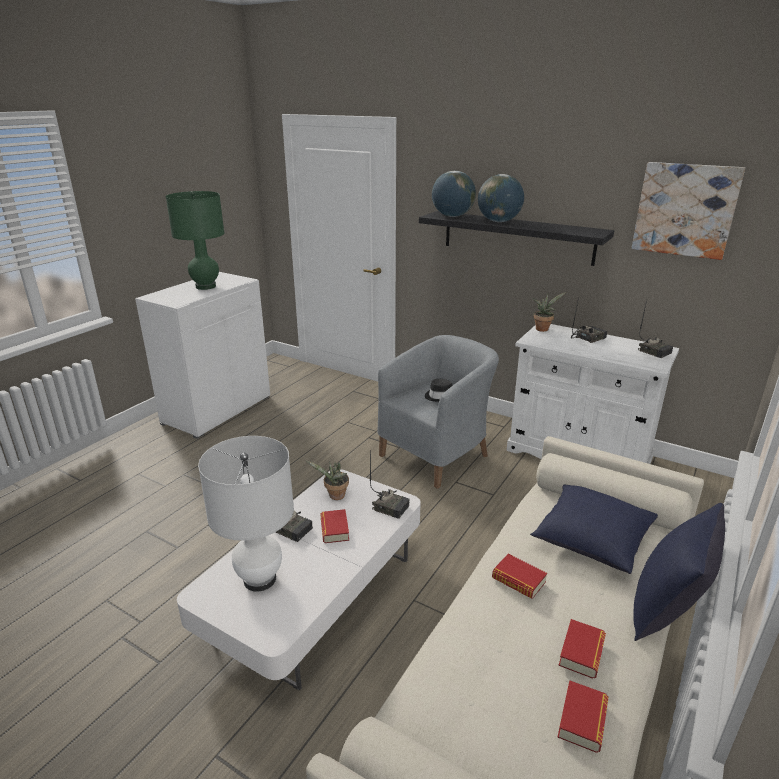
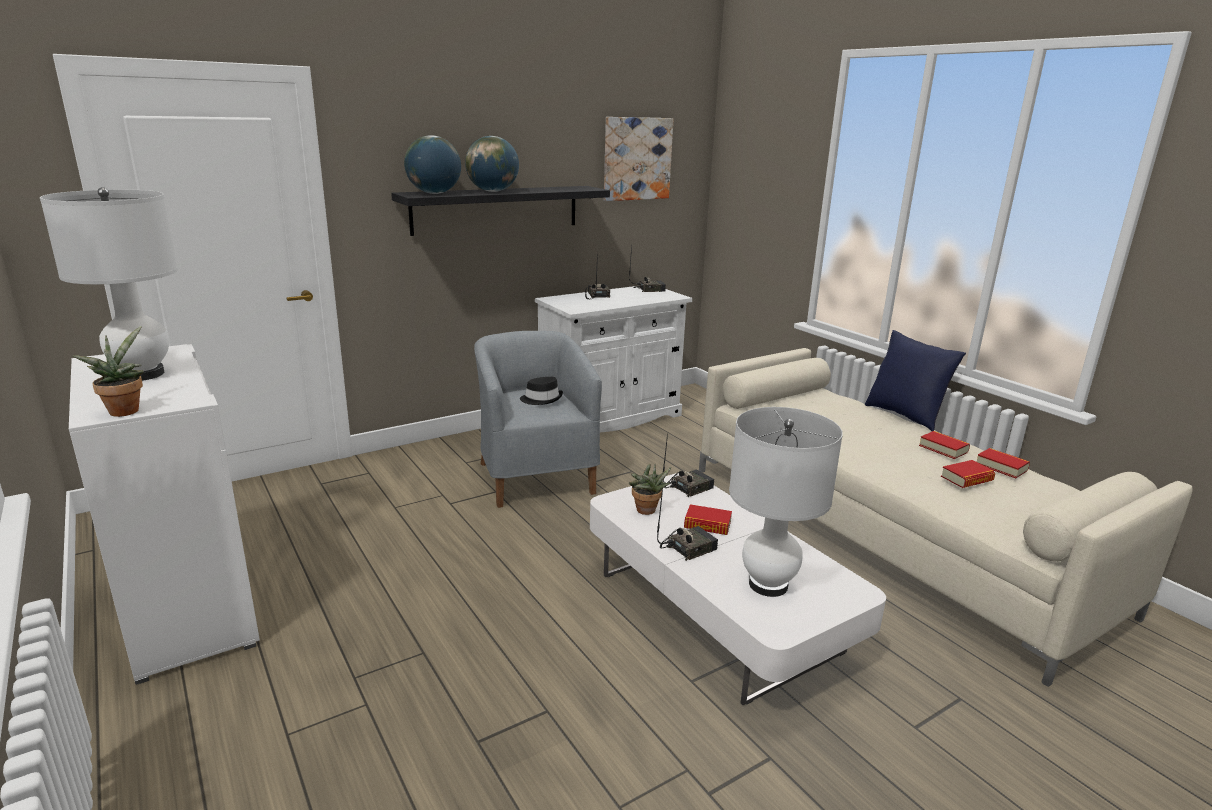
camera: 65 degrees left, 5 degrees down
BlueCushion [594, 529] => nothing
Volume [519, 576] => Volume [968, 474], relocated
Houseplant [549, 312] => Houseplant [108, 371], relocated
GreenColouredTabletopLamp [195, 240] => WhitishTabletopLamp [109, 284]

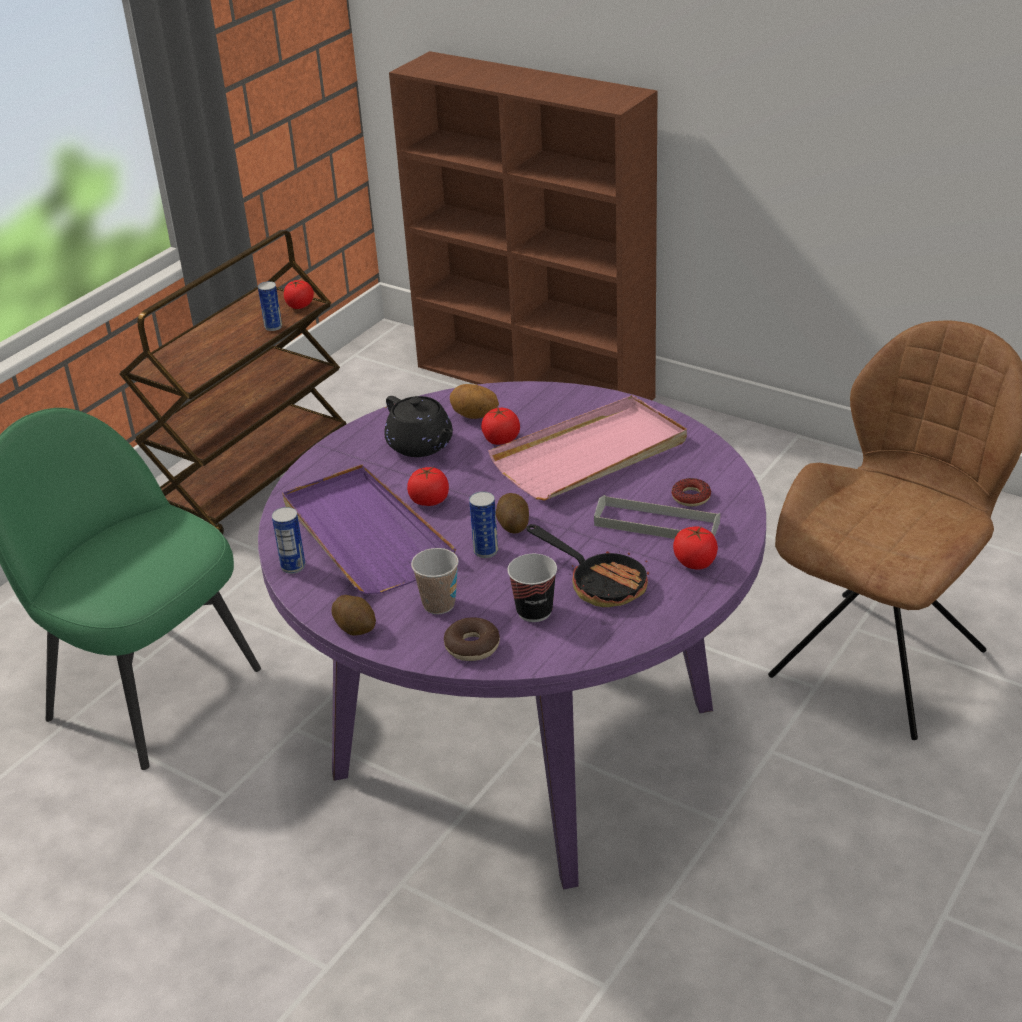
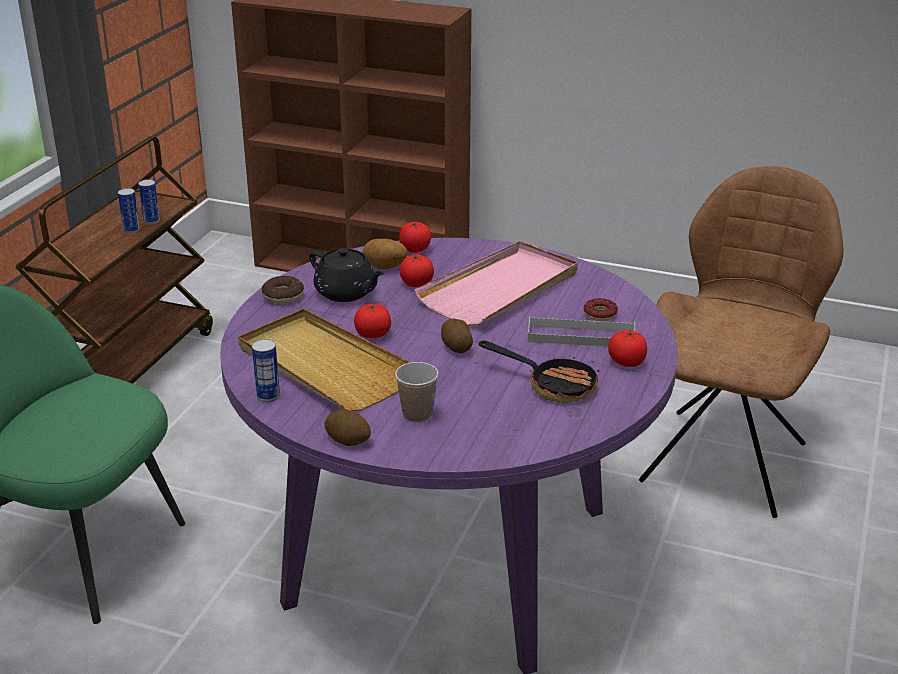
camera: 15 degrees left, 5 degrees down
DrinkingCup [532, 588] => nothing
WholeTomato [299, 294] => WholeTomato [415, 237], relocated
RingDoughnut [472, 639] => RingDoughnut [283, 290], relocated
SealedCan [483, 524] => SealedCan [129, 211], relocated
PurplishServingTray [369, 529] => BeigeServingTray [324, 360]

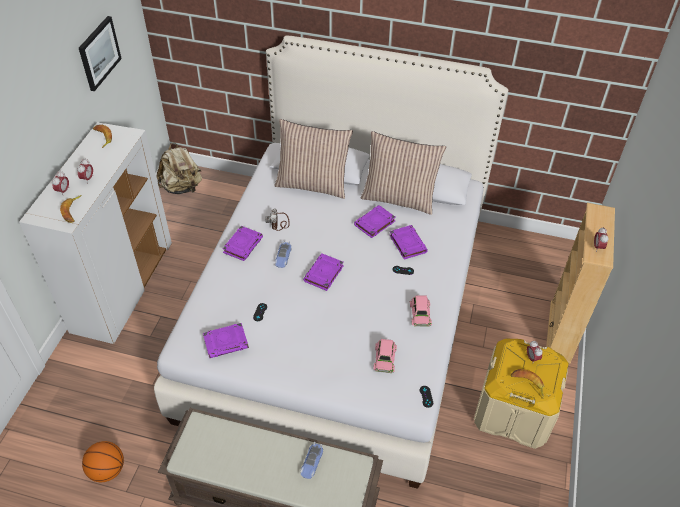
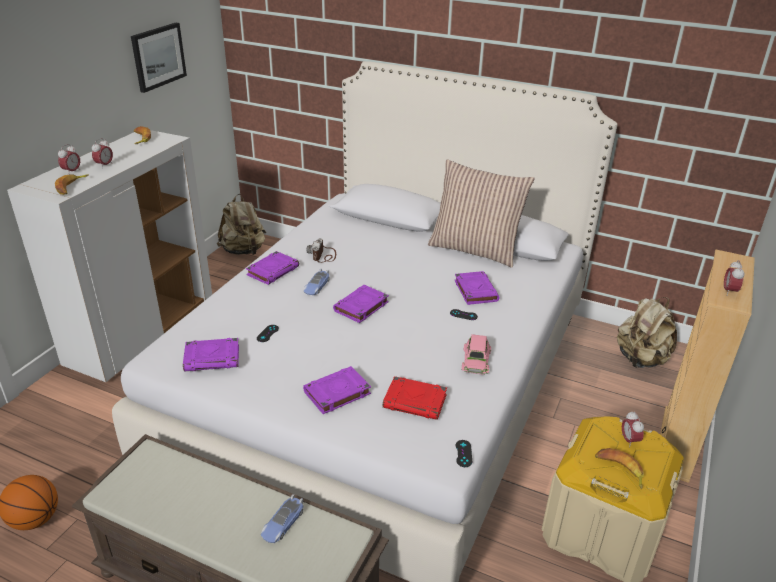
camera: 10 degrees right, 15 degrees down
Cushion [314, 159] => nothing
nothing => BeigeKnapsack [647, 332]
PurplishVolume [375, 221] => PurplishVolume [337, 390], relocated
PinkishModelCar [385, 356] => RedColouredVolume [415, 398]

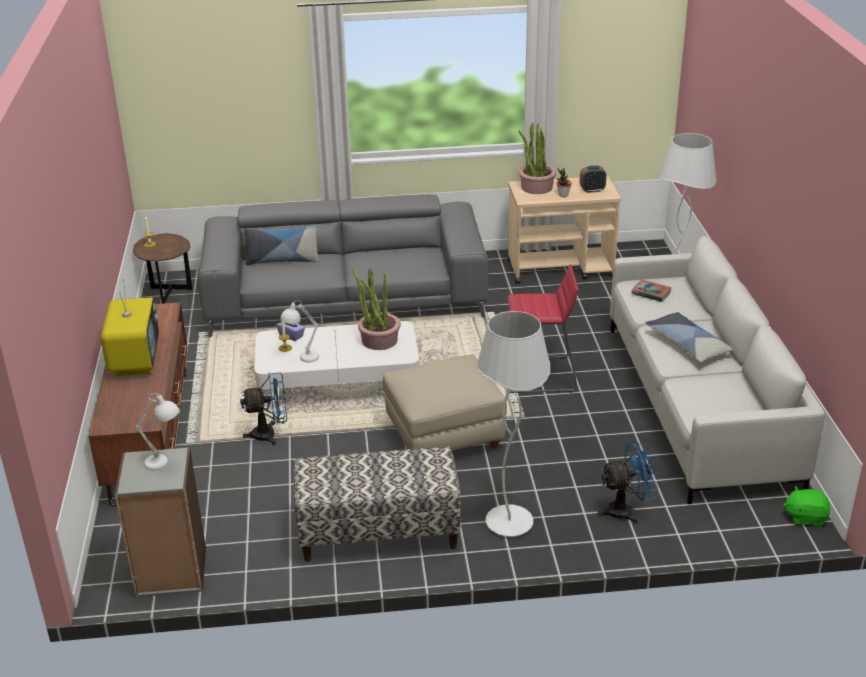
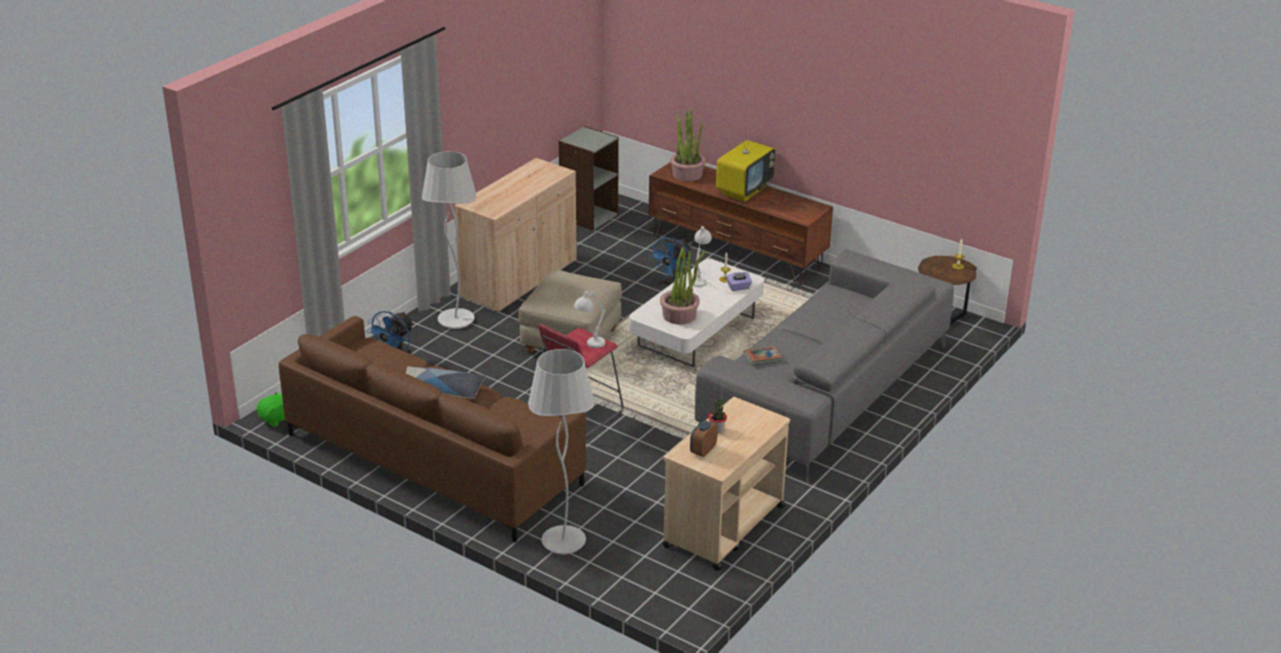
camera: 130 degrees right, 0 degrees up
Cushion [281, 245] => nothing
WhitishTabletopLamp [157, 432] => WhitishTabletopLamp [589, 318], relocated
Houseplant [537, 158] => Houseplant [688, 144], relocated
Volume [652, 291] => Volume [763, 356], relocated
IndoorBench [377, 504] => BeigeCupboard [515, 235]
GraySofa [717, 370] => BrownColouredSofa [432, 429]
TvSet [129, 327] => TvSet [745, 163], 90 degrees counterclockwise

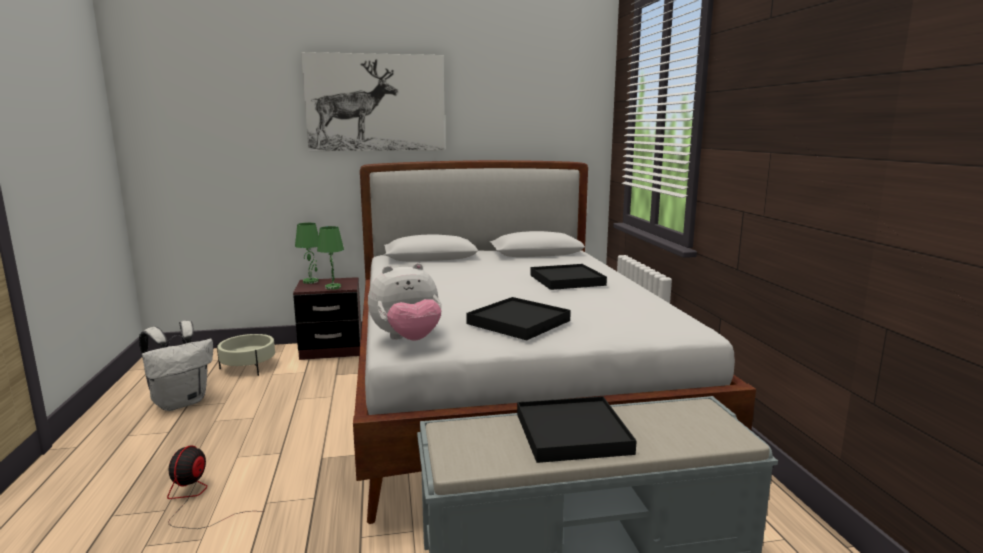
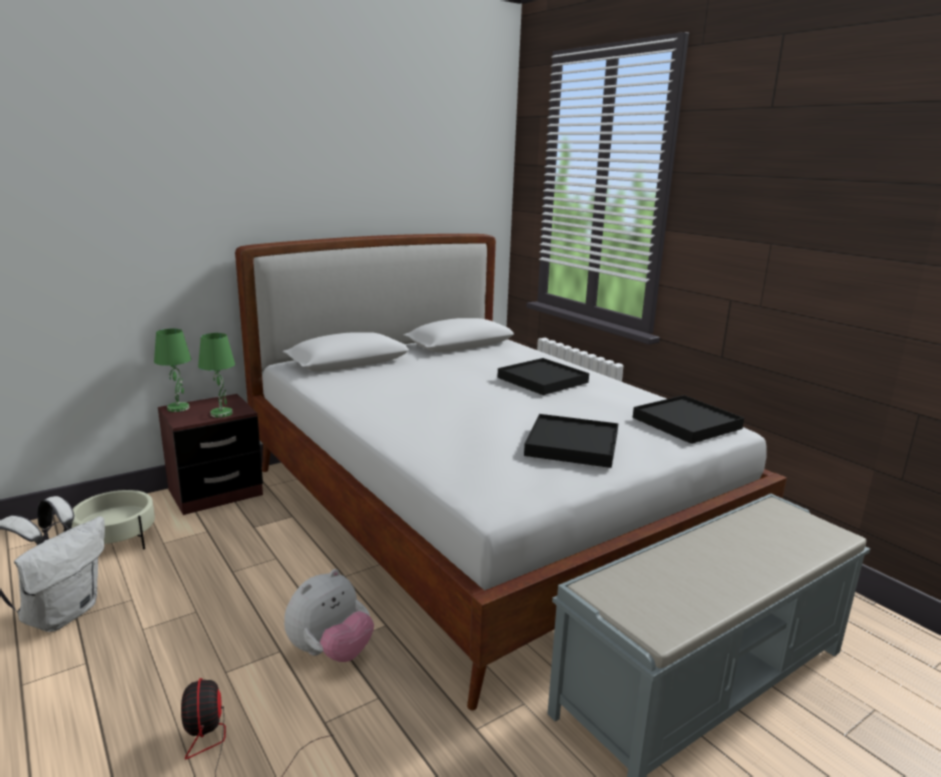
camera: 25 degrees left, 5 degrees up
WallPicture [373, 101] => nothing
CuddlyToy [405, 301] => CuddlyToy [329, 615], relocated
BlackServingTray [577, 429] => BlackServingTray [688, 419], relocated

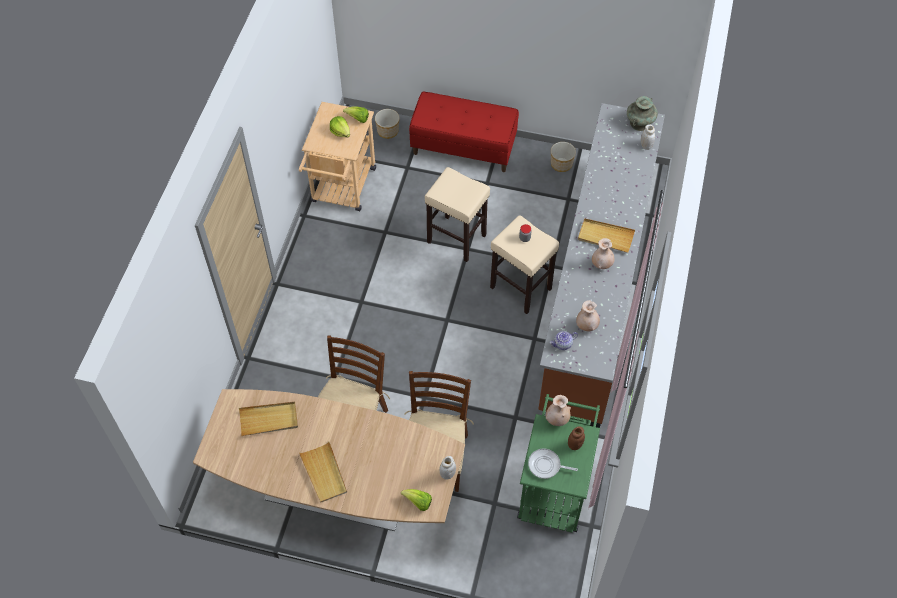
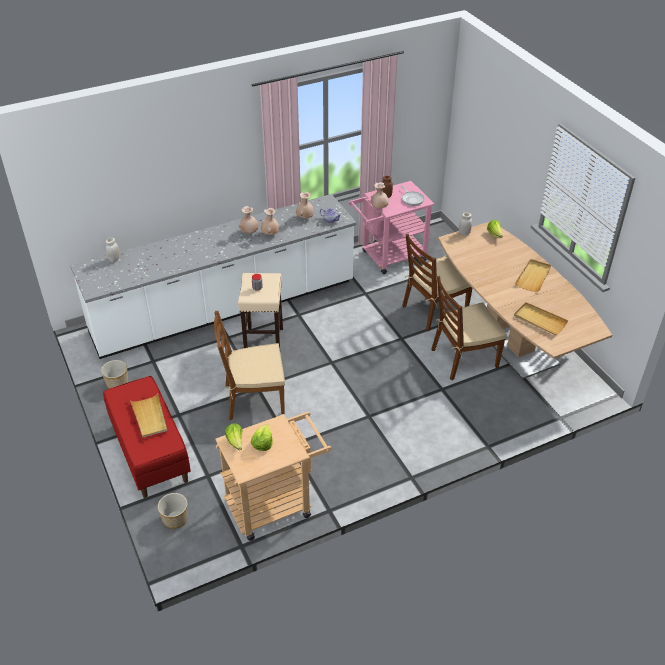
camera: 130 degrees left, 15 degrees down
TurquoiseDecorativeVase [642, 113] => nothing
nothing => BeigeDecorativeVase [270, 221]
BeigeServingTray [606, 235] => BeigeServingTray [148, 415], relocated
BeigeStool [457, 214] => BrownColouredPlainChair [249, 365]
GreenColouredTrolley [558, 463] => PinkishTrolley [391, 227]
BrownColouredKitchenCounter [601, 265] => WhitishKitchenCounter [213, 276]

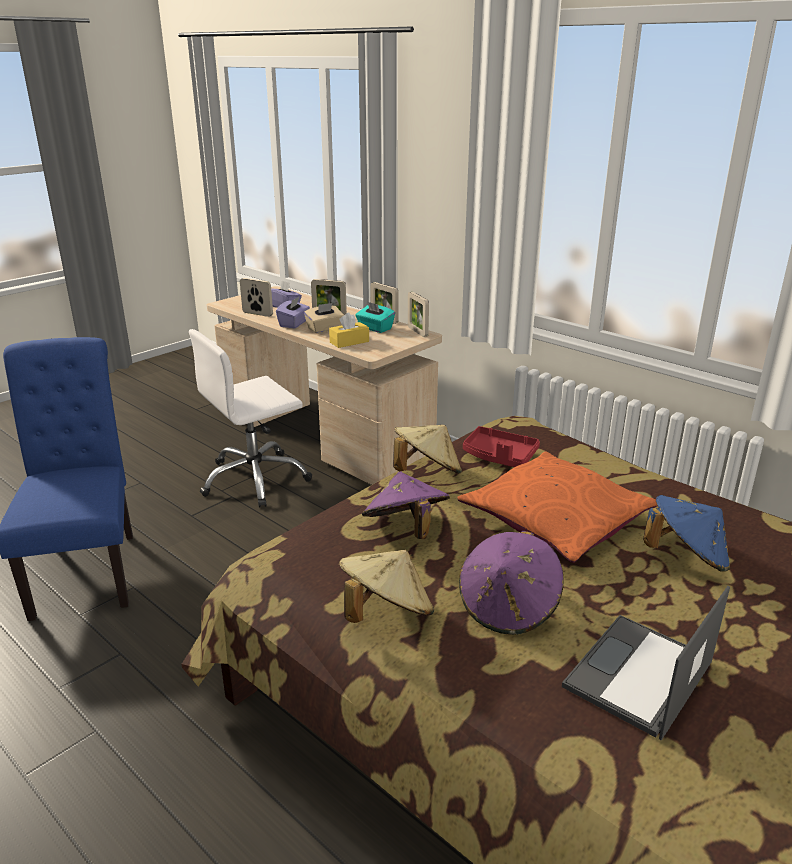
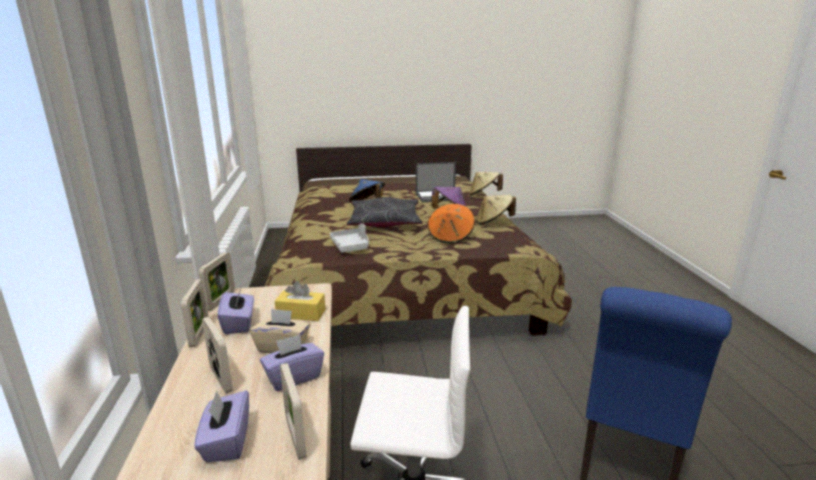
camera: 140 degrees left, 5 degrees down
BeigeWearableHat [427, 449] => BeigeWearableHat [486, 184], relocated
TurquoiseTissueBox [375, 317] => PurplishTissueBox [236, 310]
PurplishWearableHat [406, 505] => OrangeyWearableHat [451, 224]
OrangeyCushion [557, 507] => GrayCushion [385, 212]
RedColouredServingTray [501, 446] => GrayServingTray [349, 238]

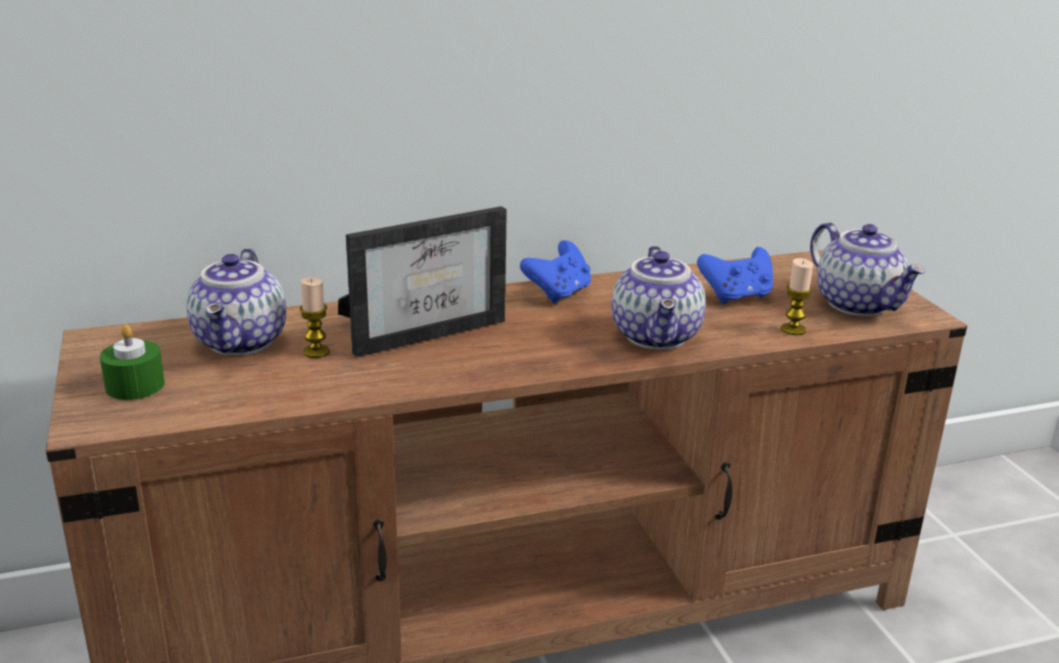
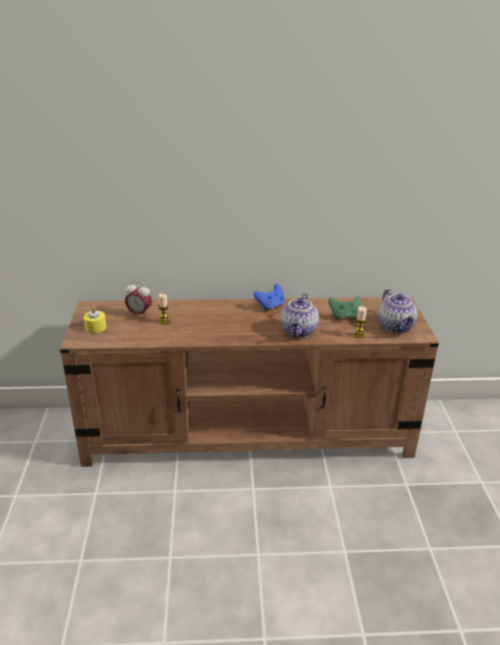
camera: 15 degrees right, 5 degrees up
StandingFrame [422, 281] => nothing
PotForTea [236, 302] => TableClock [138, 299]
GreenColouredCandle [132, 362] => YellowCandle [95, 319]
BlueJoypad [735, 275] => GreenColouredJoypad [345, 308]

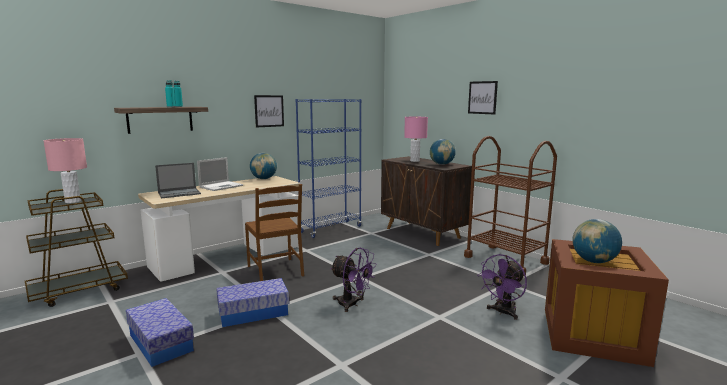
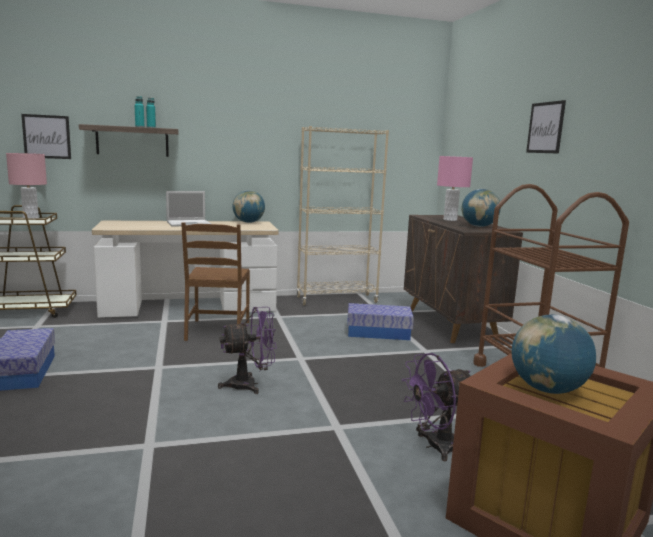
camera: 25 degrees right, 0 degrees up
Laptop [178, 180] => nothing
StorageBin [252, 302] => StorageBin [380, 321], relocated
WallPicture [269, 111] => WallPicture [46, 136], relocated
BlueShelvingUnit [328, 168] => BeigeShelvingUnit [342, 215]
PurplishElectricFan [353, 280] => PurplishElectricFan [247, 350], 75 degrees counterclockwise

